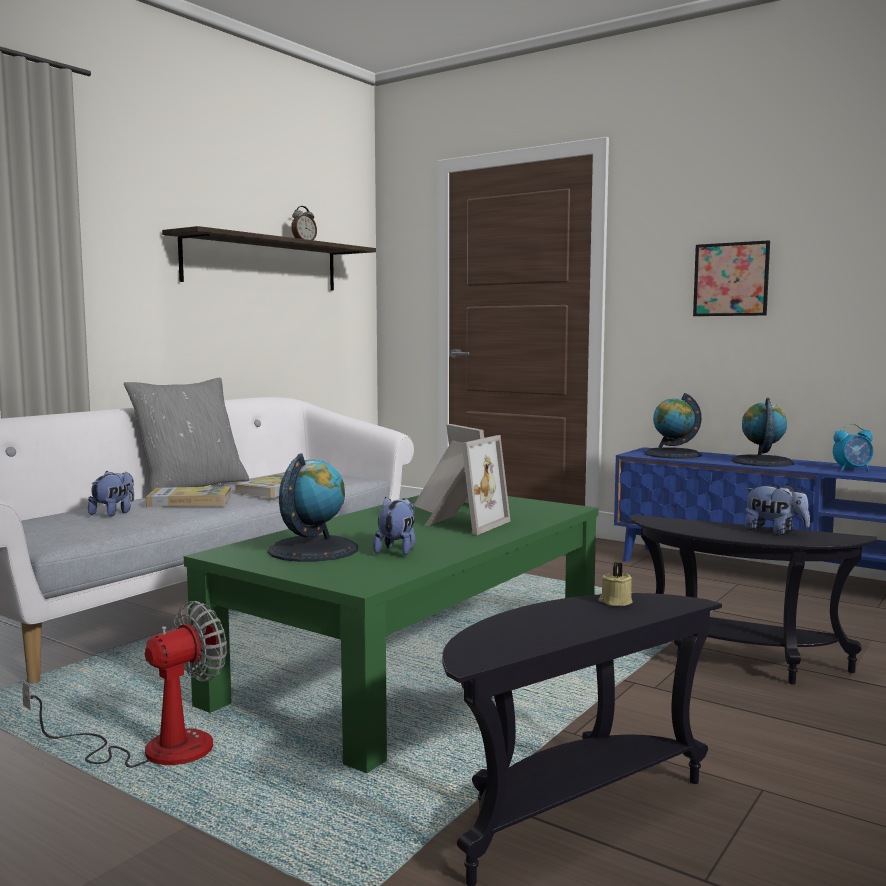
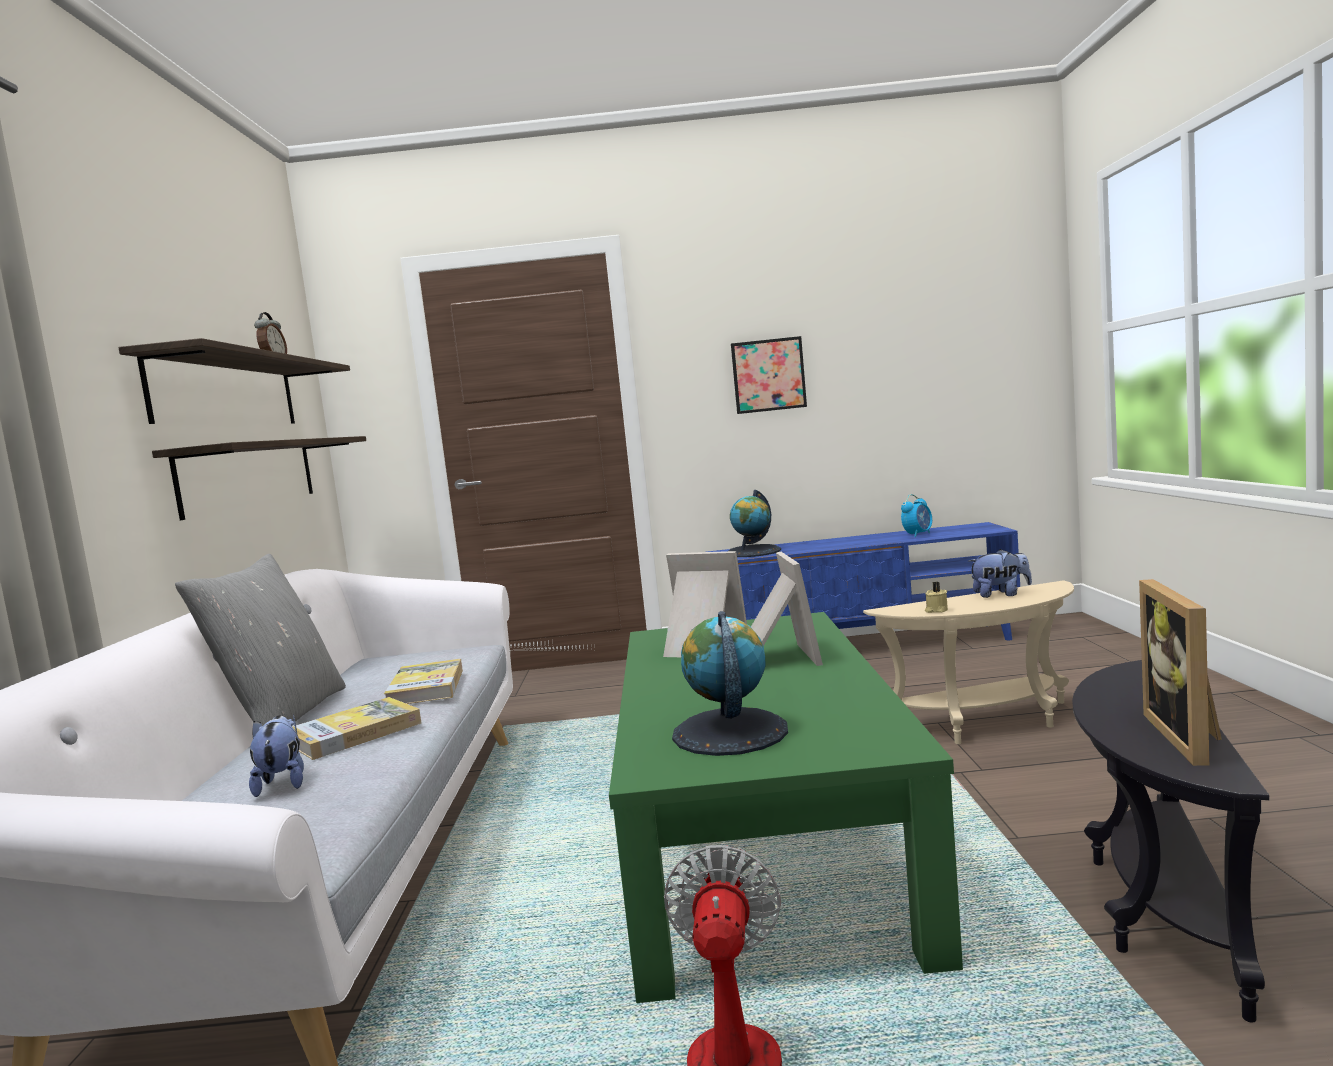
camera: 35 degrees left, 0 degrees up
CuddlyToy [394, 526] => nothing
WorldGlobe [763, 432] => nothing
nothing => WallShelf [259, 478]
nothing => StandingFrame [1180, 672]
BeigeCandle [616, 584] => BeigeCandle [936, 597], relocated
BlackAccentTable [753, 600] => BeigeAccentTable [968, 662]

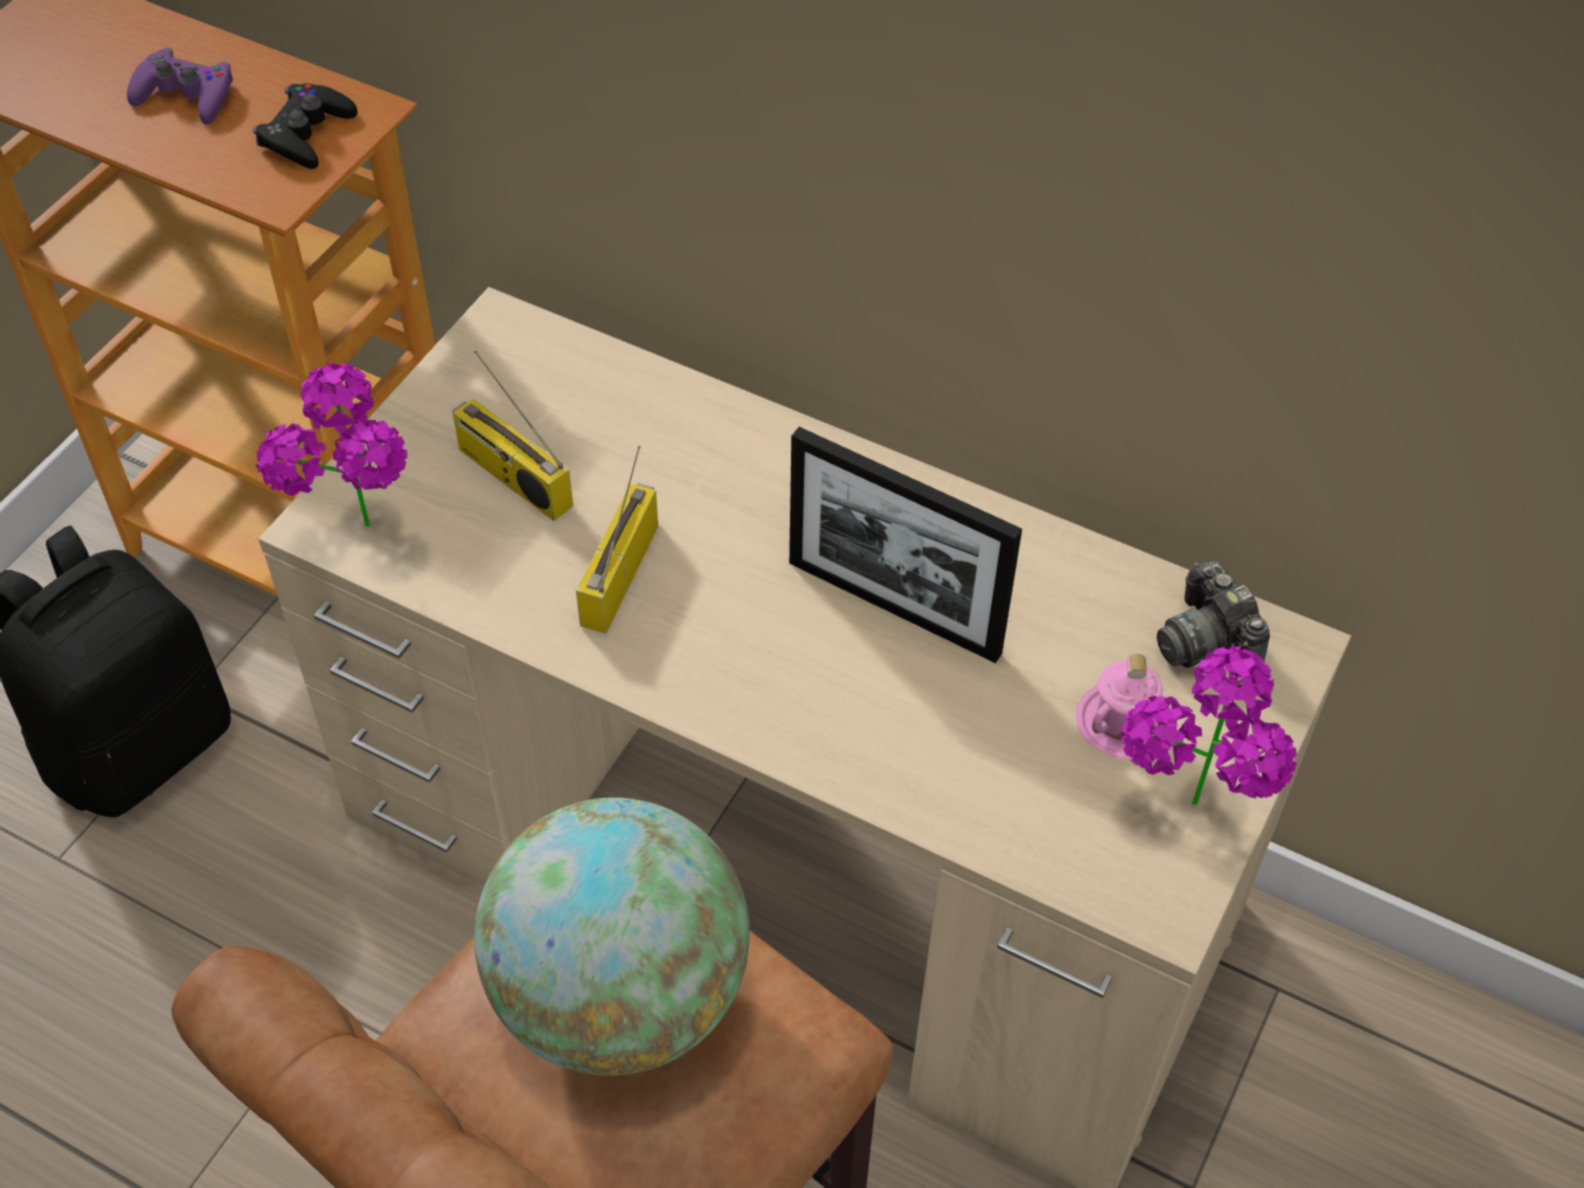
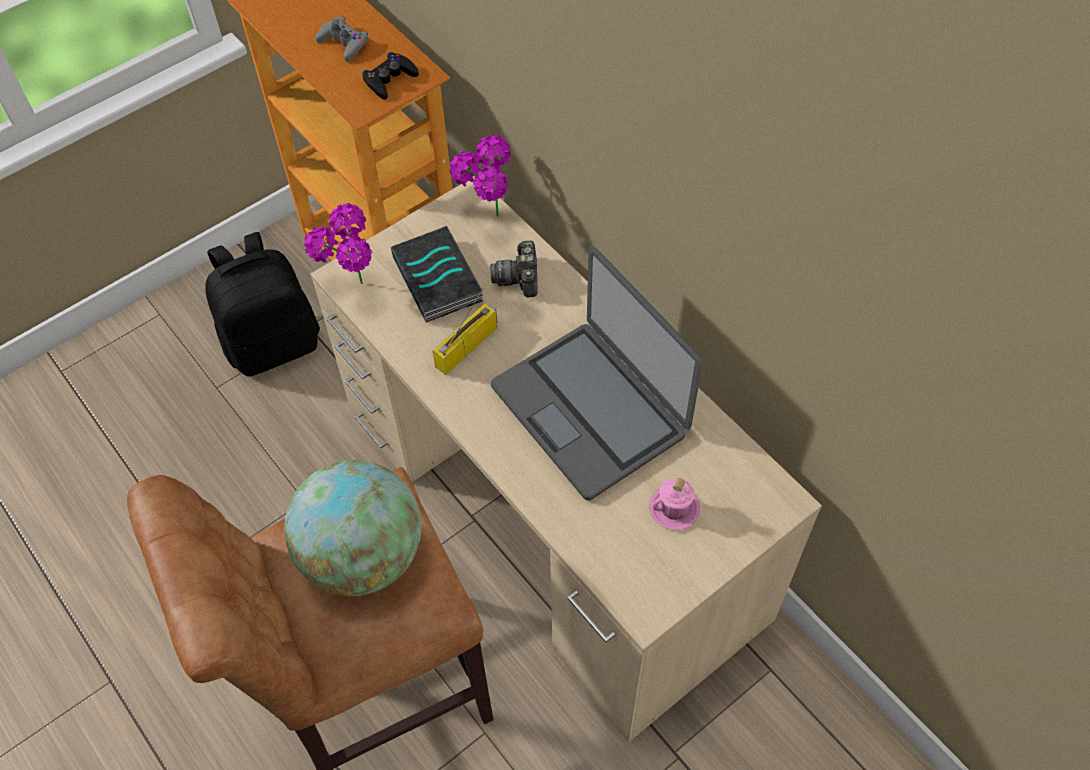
camera: 25 degrees right, 5 degrees up
Houseplant [1209, 725] => Houseplant [480, 176], relocated
StillCamera [1213, 614] => StillCamera [514, 268], relocated
RadioReceiver [512, 435] => Volume [437, 274]
StandingFrame [905, 545] => Laptop [597, 373]
PurplishJoypad [180, 86] => GrayJoypad [342, 39]

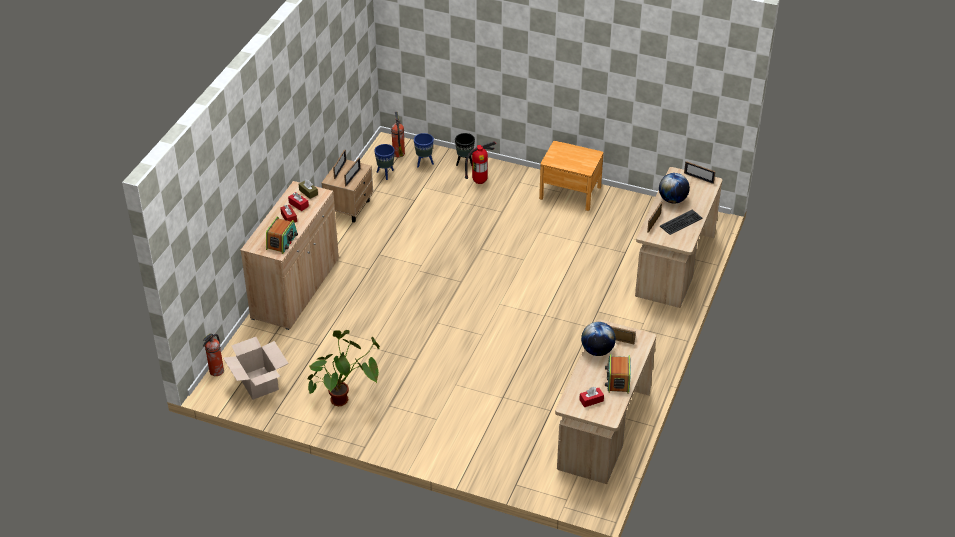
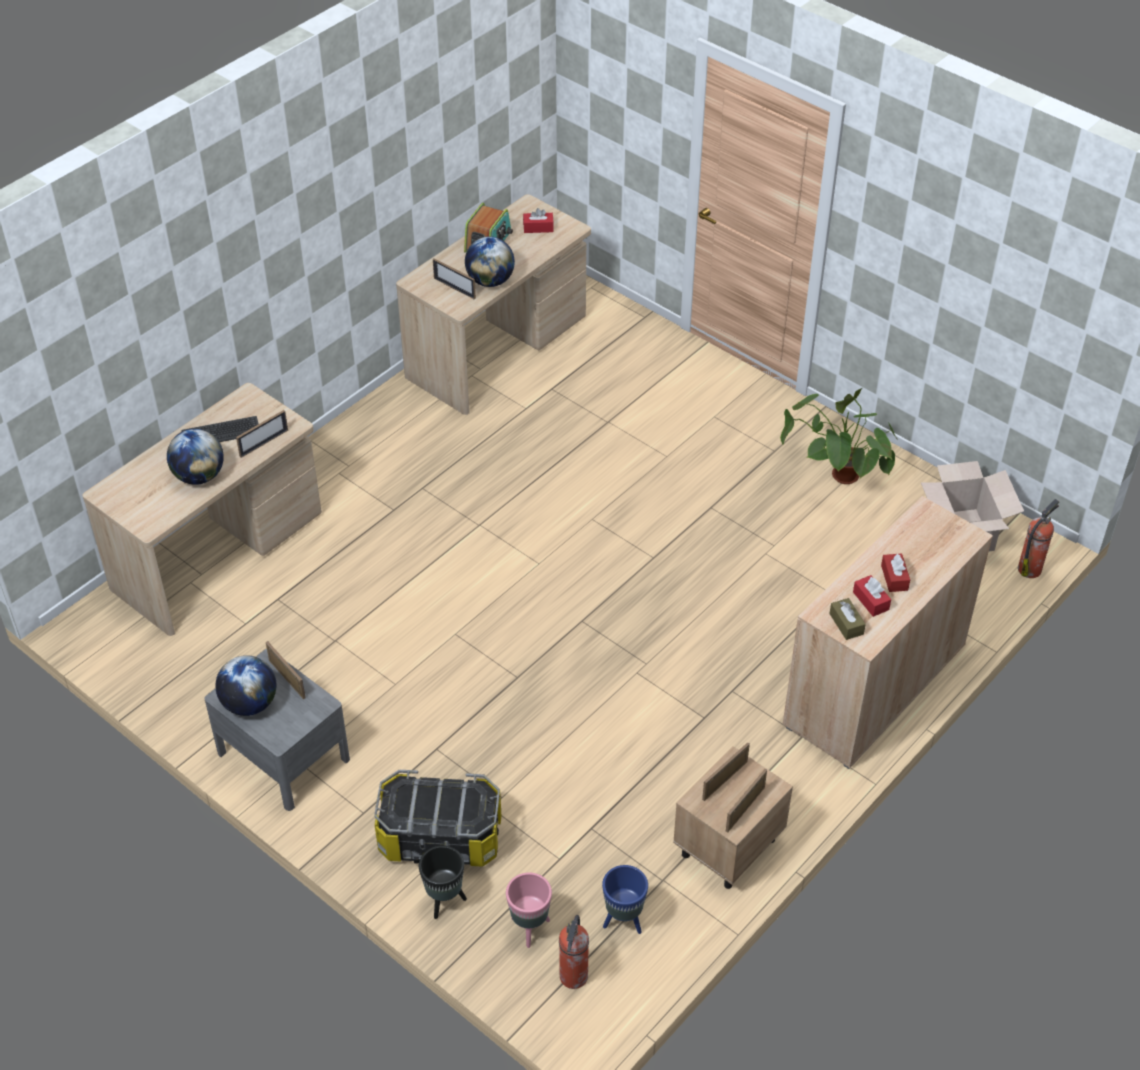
camera: 160 degrees left, 5 degrees up
RadioReceiver [282, 235] => nothing
nothing => WorldGlobe [246, 685]
StandingFrame [699, 172] => StandingFrame [286, 670], relocated
FireFightingCylinder [480, 162] => StorageBin [437, 818]
BluePlantPot [424, 150] => PinkishPlantPot [529, 910]
BrownColouredBedsideTable [571, 176] => GrayBedsideTable [277, 730]

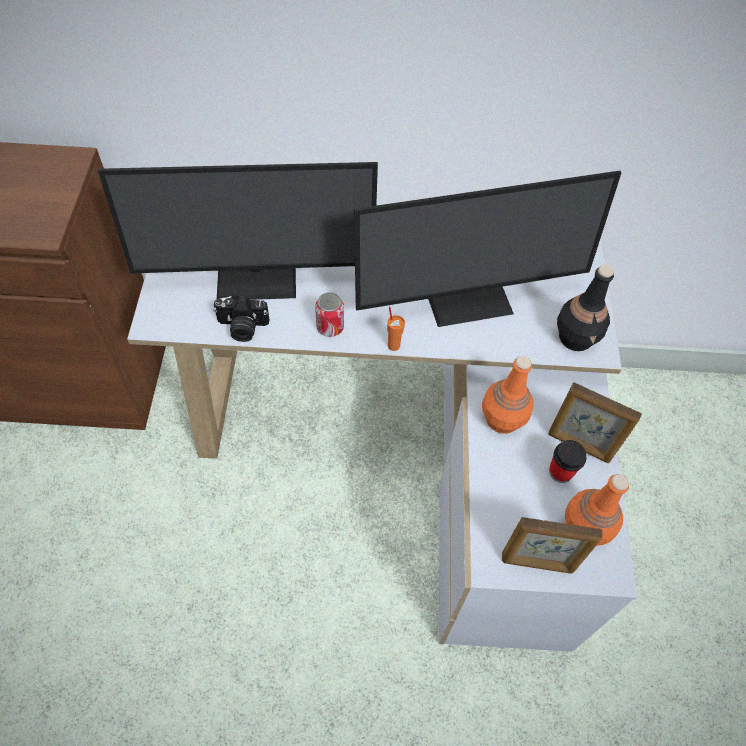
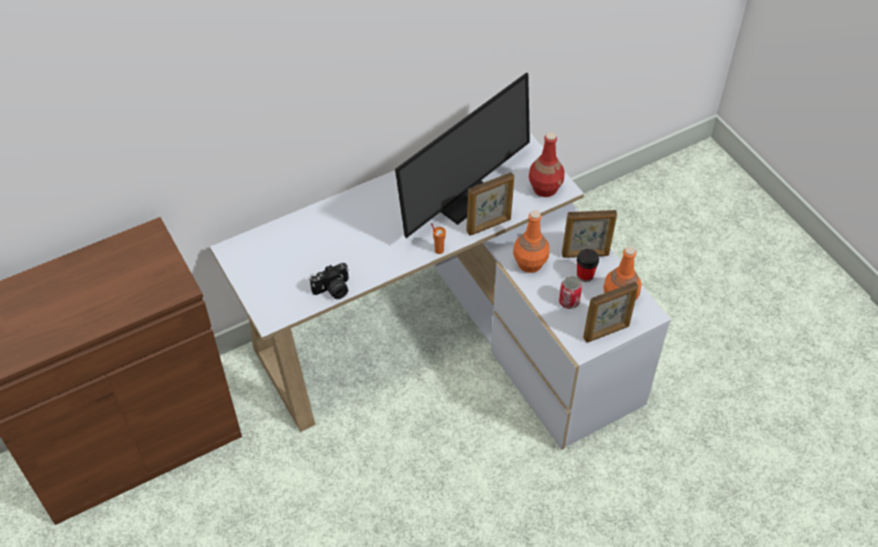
camera: 30 degrees left, 5 degrees down
Monitor [238, 231] => nothing
nothing => StandingFrame [490, 204]
SealedCan [329, 314] => SealedCan [570, 292], relocated
BlackDrinkBottle [585, 308] => RedColouredDrinkBottle [547, 164]

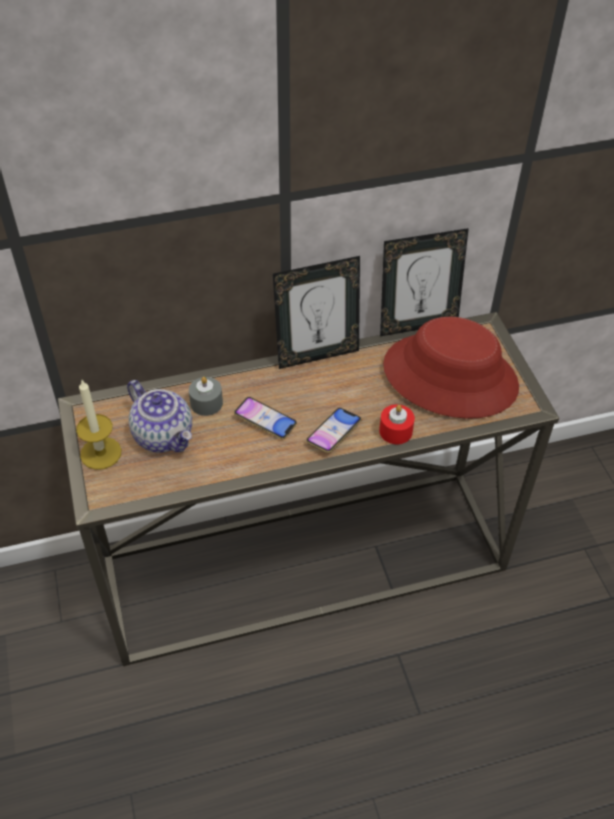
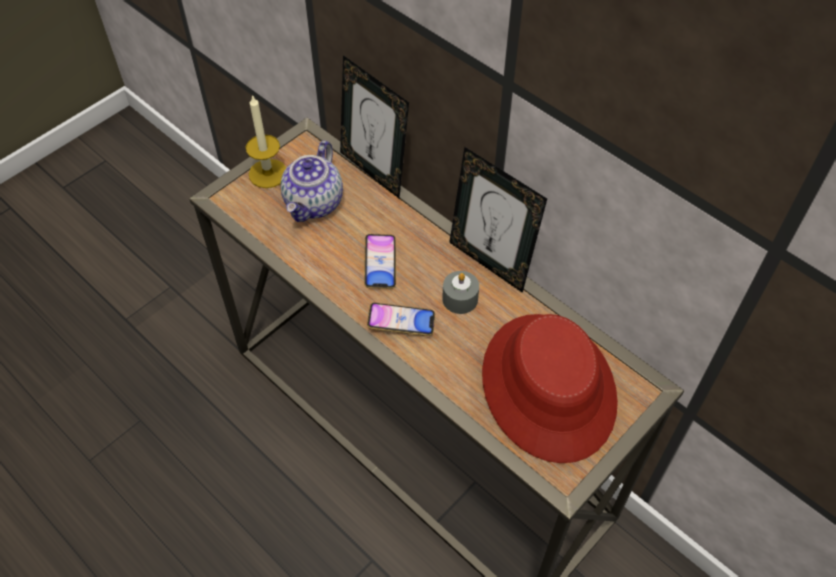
camera: 60 degrees right, 5 degrees up
RedColouredCandle [397, 424] => nothing
GrayCandle [206, 396] => GrayCandle [460, 292], relocated
StandingFrame [424, 282] => StandingFrame [374, 126], relocated

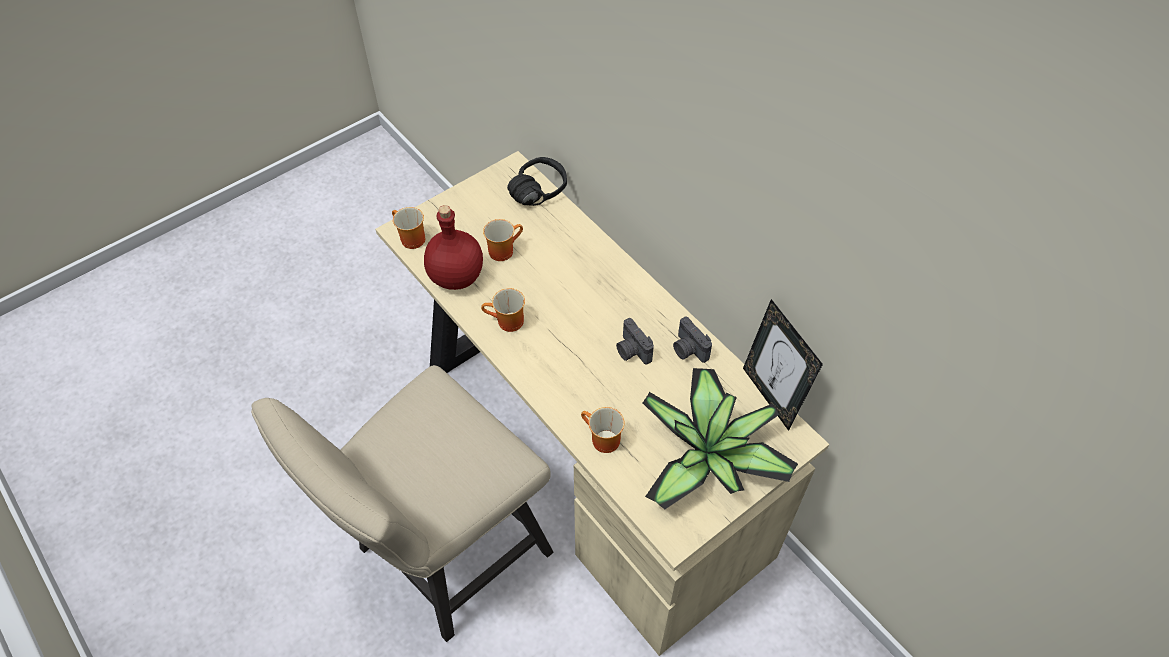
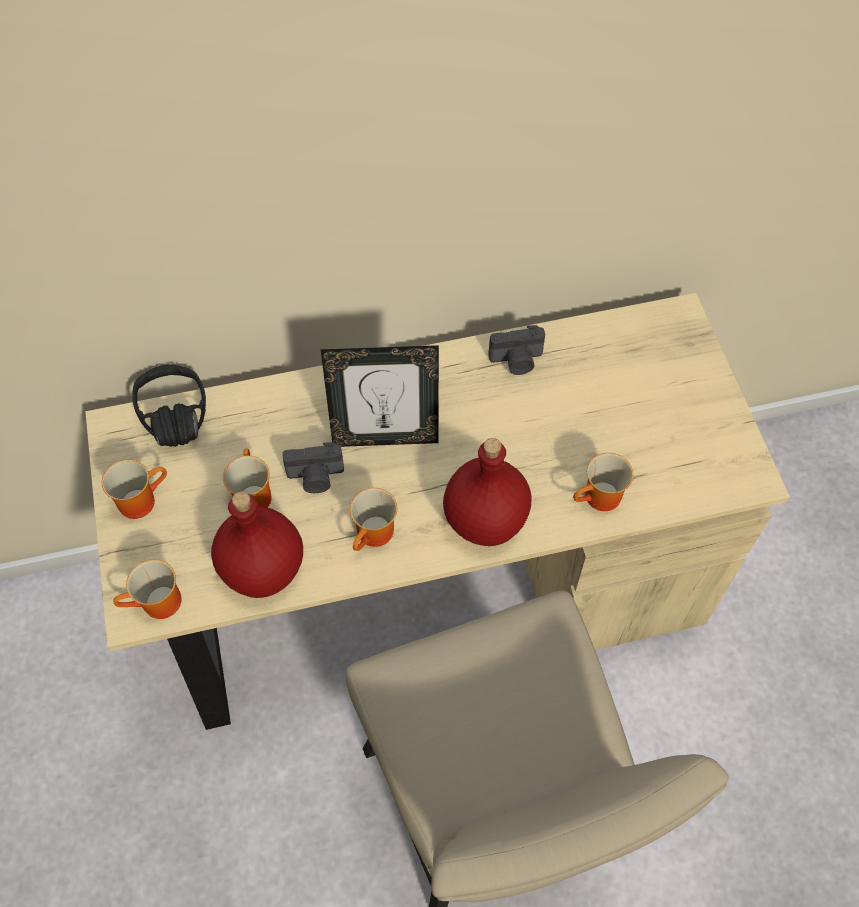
camera: 65 degrees left, 5 degrees up
Houseplant [720, 439] => nothing
nothing => TeaMug [134, 489]
nothing => RedColouredDrinkBottle [487, 492]
StillCamera [635, 341] => StillCamera [313, 467], relocated
StandingFrame [783, 365] => StandingFrame [380, 396], relocated

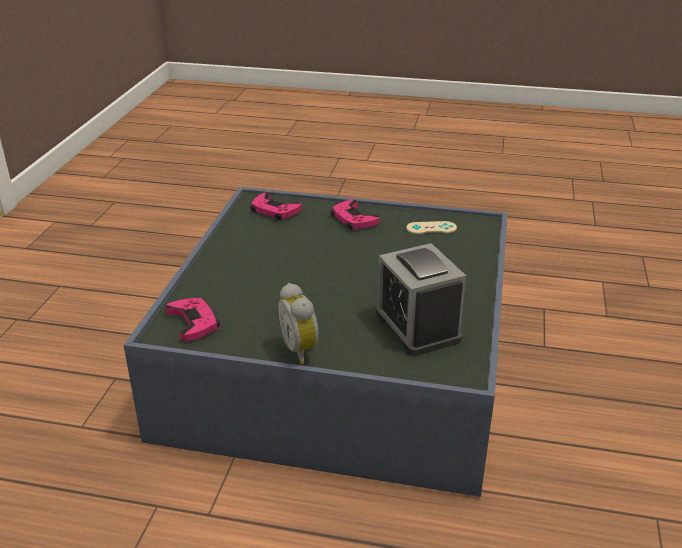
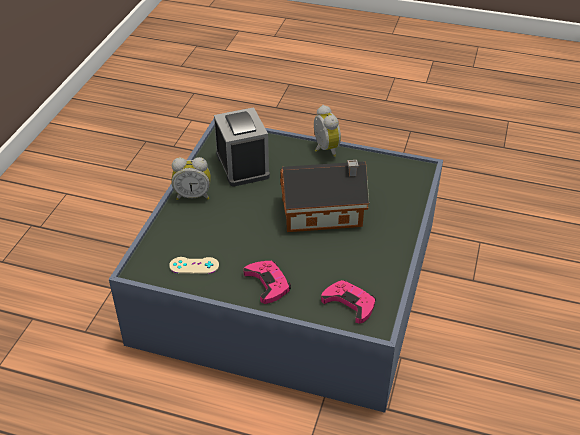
camera: 175 degrees left, 10 degrees up
PinkishJoypad [192, 319] => nothing
nothing => TableClock [191, 178]
nothing => ToyHouse [324, 196]

